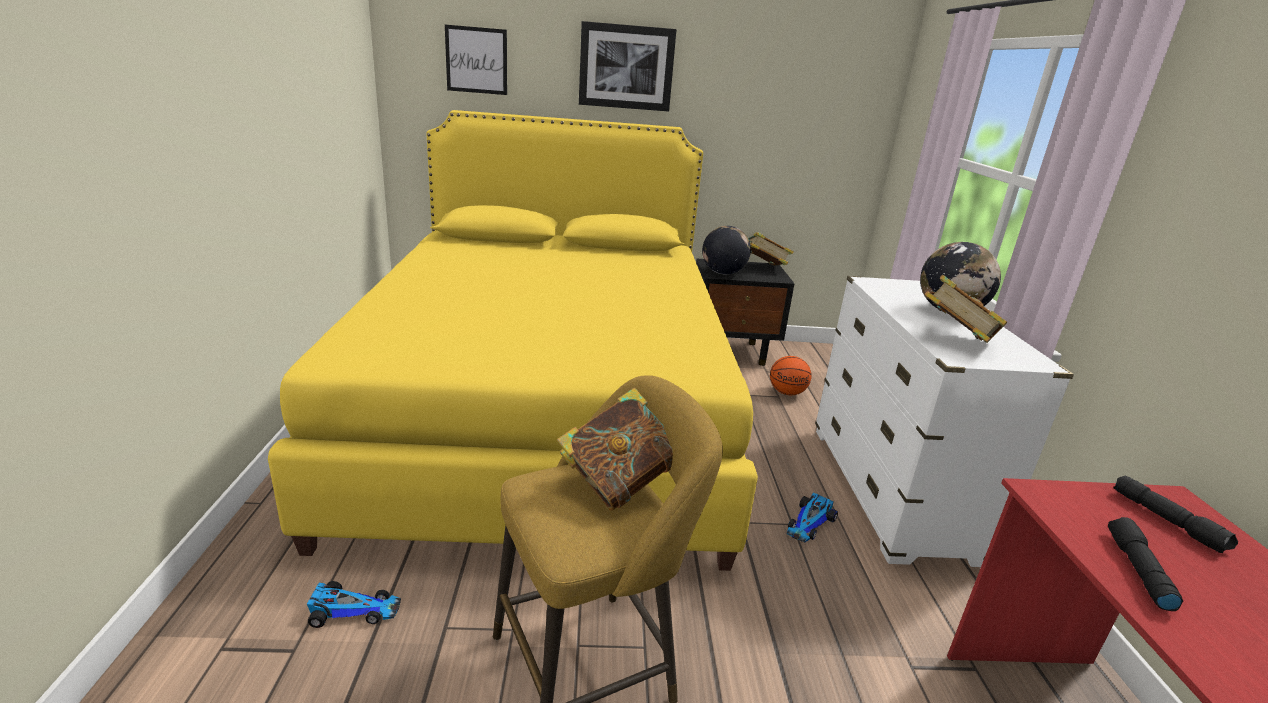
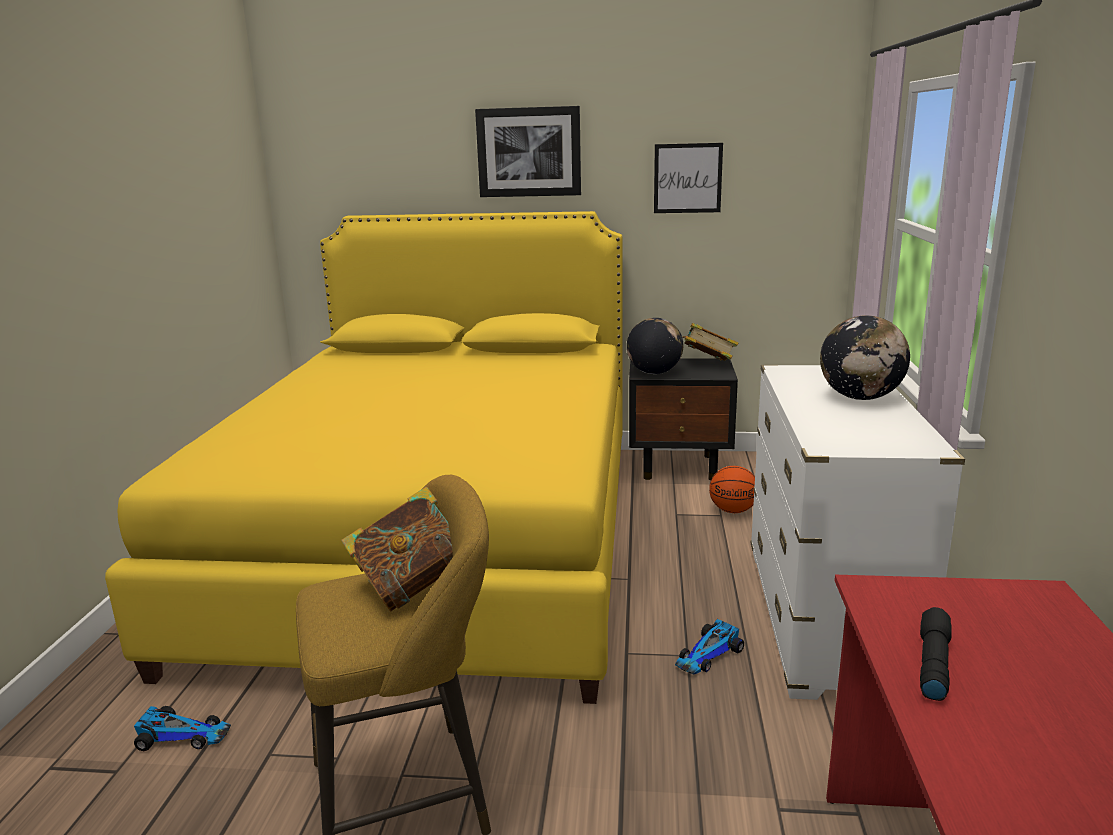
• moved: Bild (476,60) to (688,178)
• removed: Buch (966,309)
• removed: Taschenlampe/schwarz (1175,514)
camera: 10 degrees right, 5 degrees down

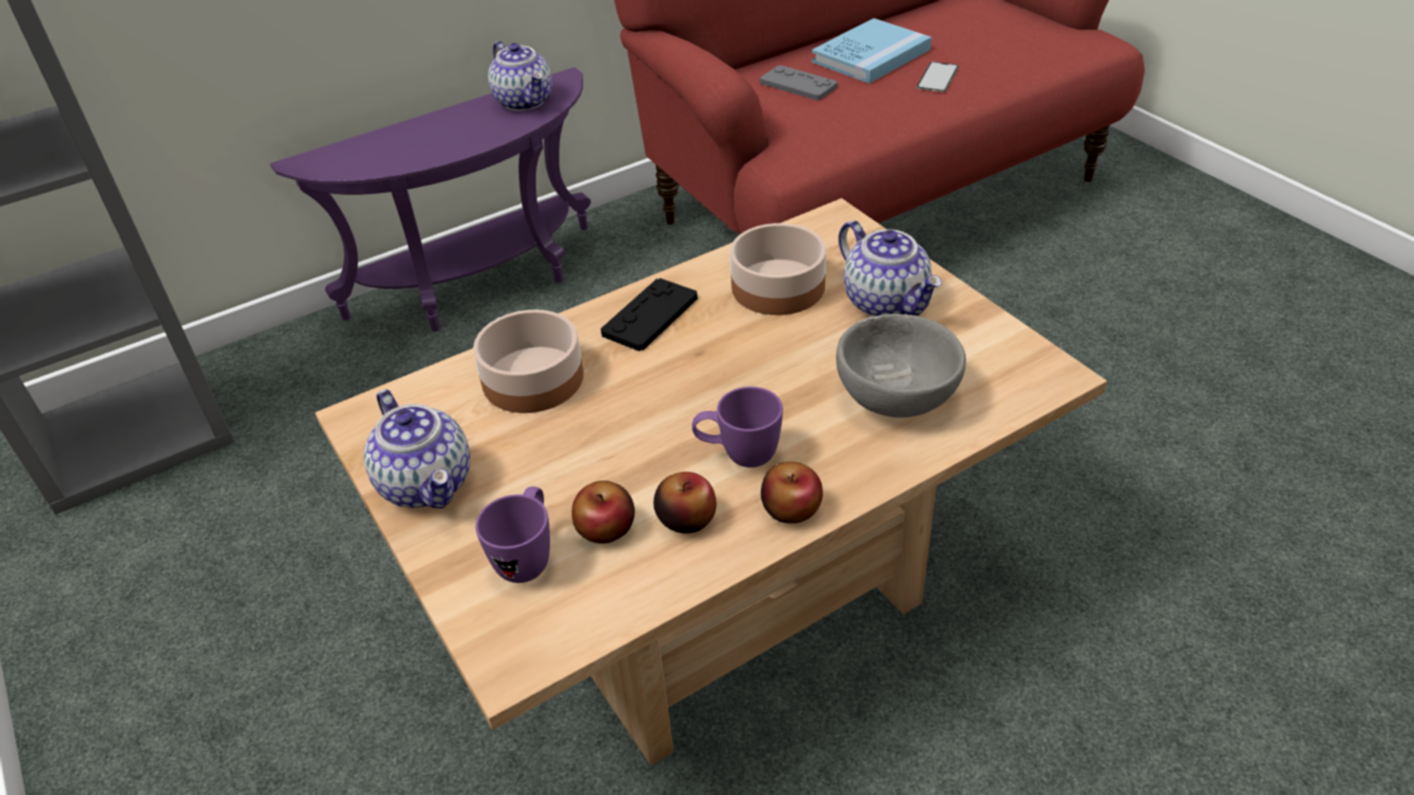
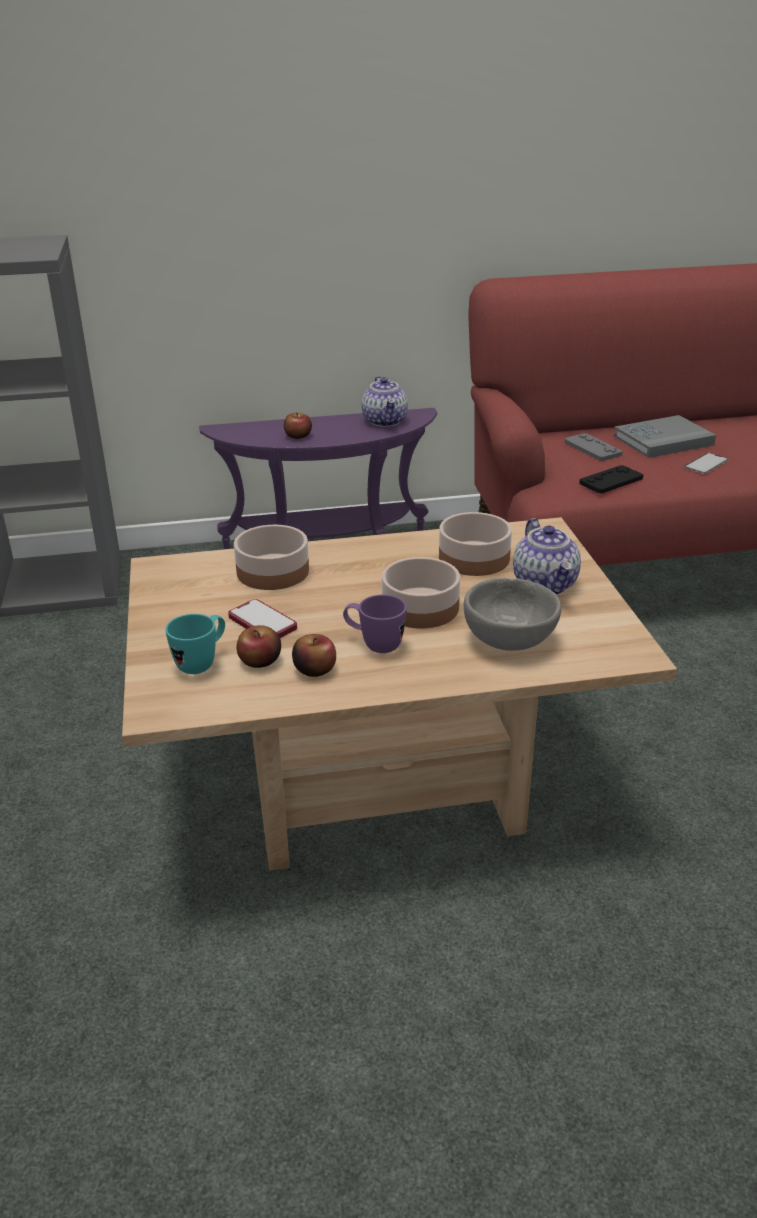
• recoloured: Buch/blau (872,51) to Buch/grau (665,436)
• moved: Gamepad/schwarz (649,314) to (611,479)
• removed: Teekanne (417,449)
• moved: Apfel (792,492) to (298,426)
• recoloured: Henkelbecher/lila (512,535) to Henkelbecher/türkis (195,644)
• added: Schüssel (421,592)
• added: Handy (262,618)
camera: 20 degrees right, 10 degrees down

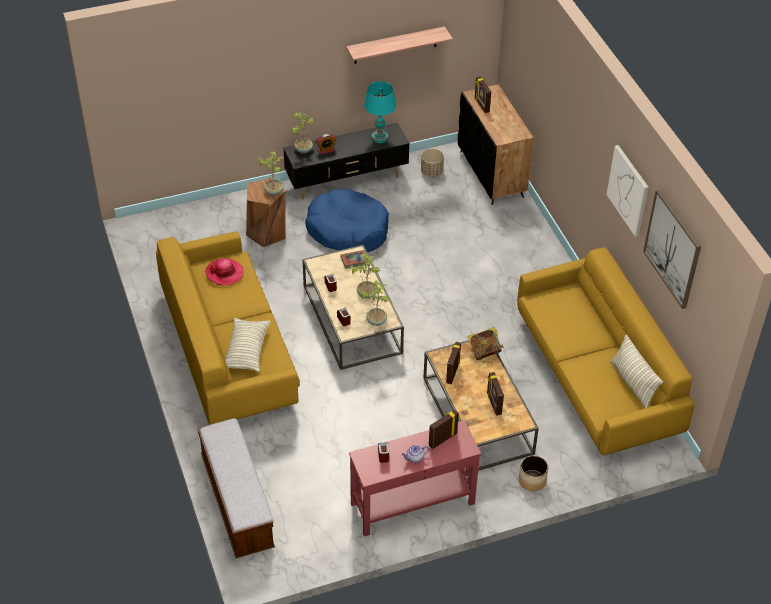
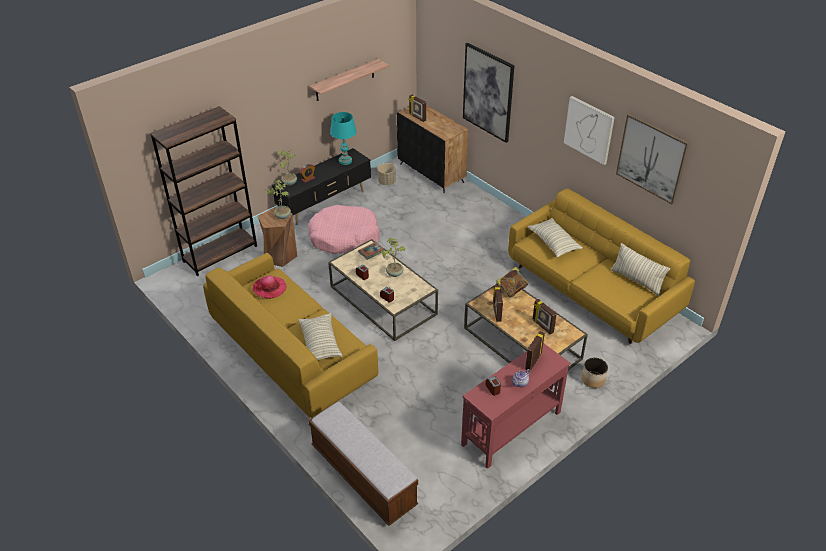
• recoloured: Hundebett/blau (347,220) to Hundebett/rosa (344,229)
• removed: Topfpflanze (374,303)
• added: Bild (488,93)
• added: Bücherregal/braun (203,191)
• added: Kissen (555,238)
camera: 20 degrees left, 5 degrees down

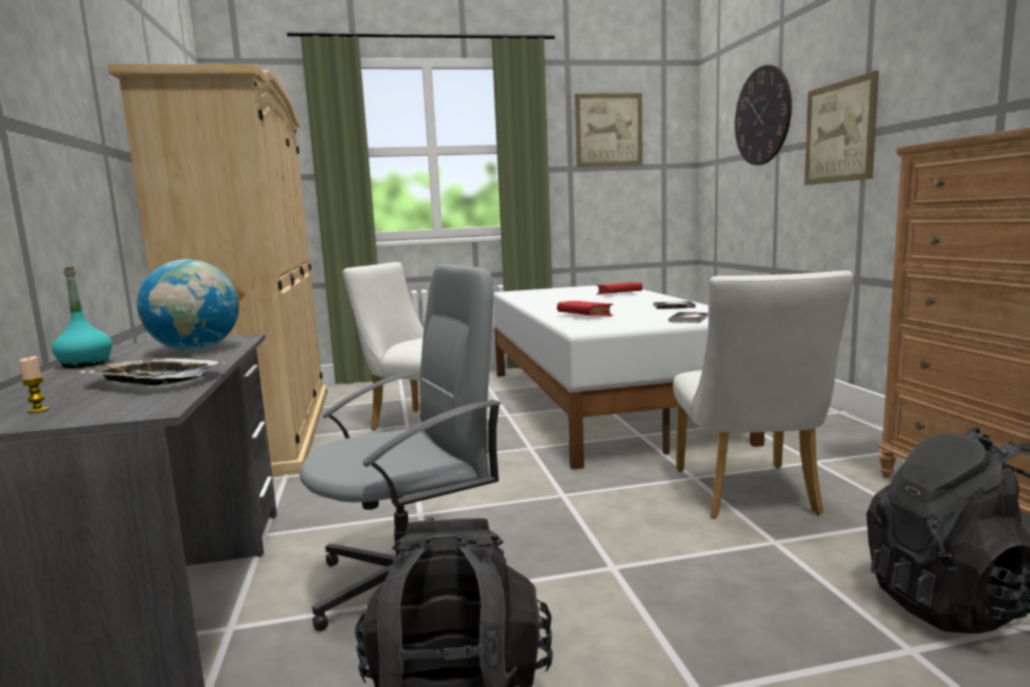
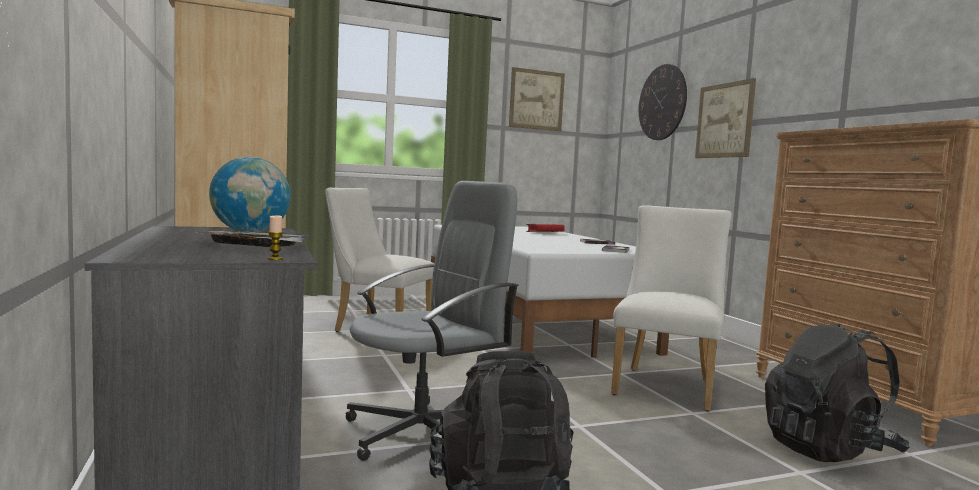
• removed: Flasche/türkis (82,317)
• turned: Stuhl/weiß (763,394) = (671,308) 150 degrees counterclockwise
• removed: Buch/rot (585,308)
• moved: Kerze (35,384) to (275,237)
camera: 10 degrees left, 5 degrees down

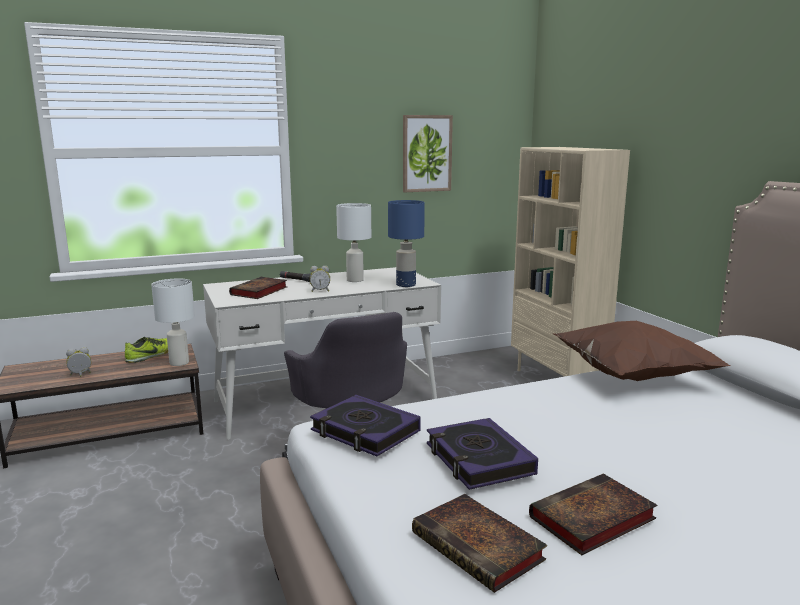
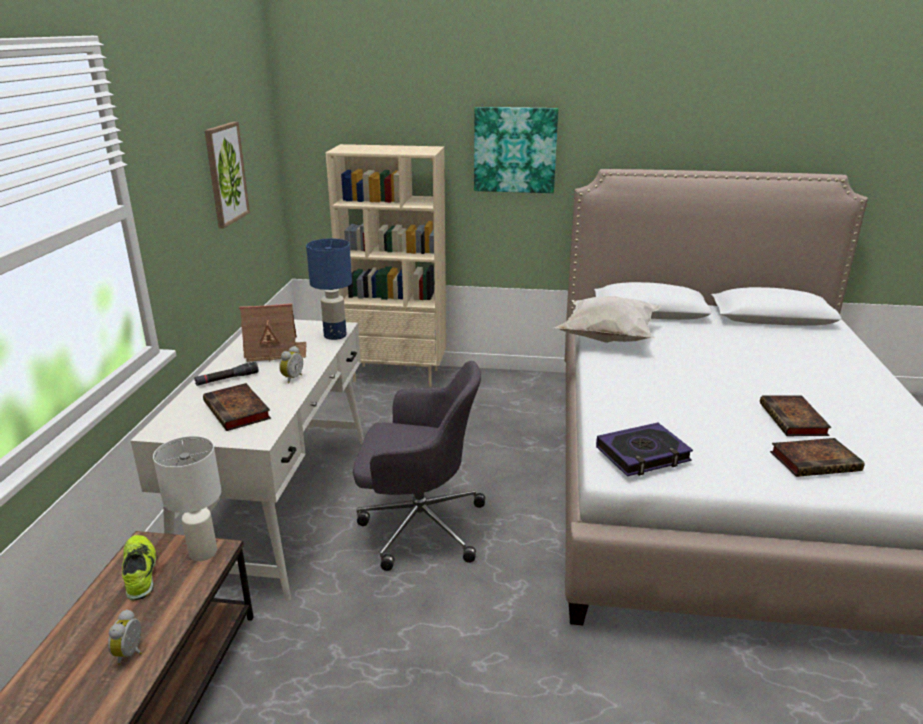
• replaced: Tischlampe/weiß (353,242) to Spielzeughaus (272,332)
• recoloured: Kissen/braun (642,351) to Kissen/weiß (607,319)
• removed: Buch (482,454)
• added: Bild (516,150)
camera: 60 degrees left, 10 degrees up

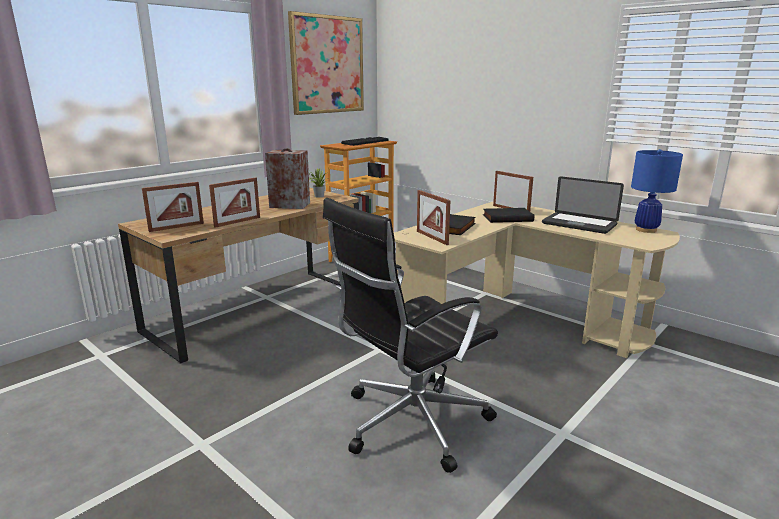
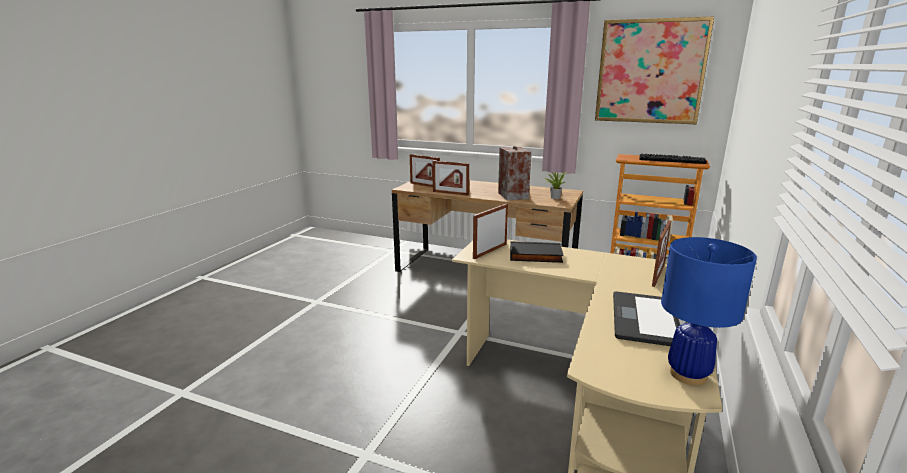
• removed: Bürostuhl/schwarz (410,335)
• removed: Buch/schwarz (508,215)
camera: 70 degrees right, 0 degrees up

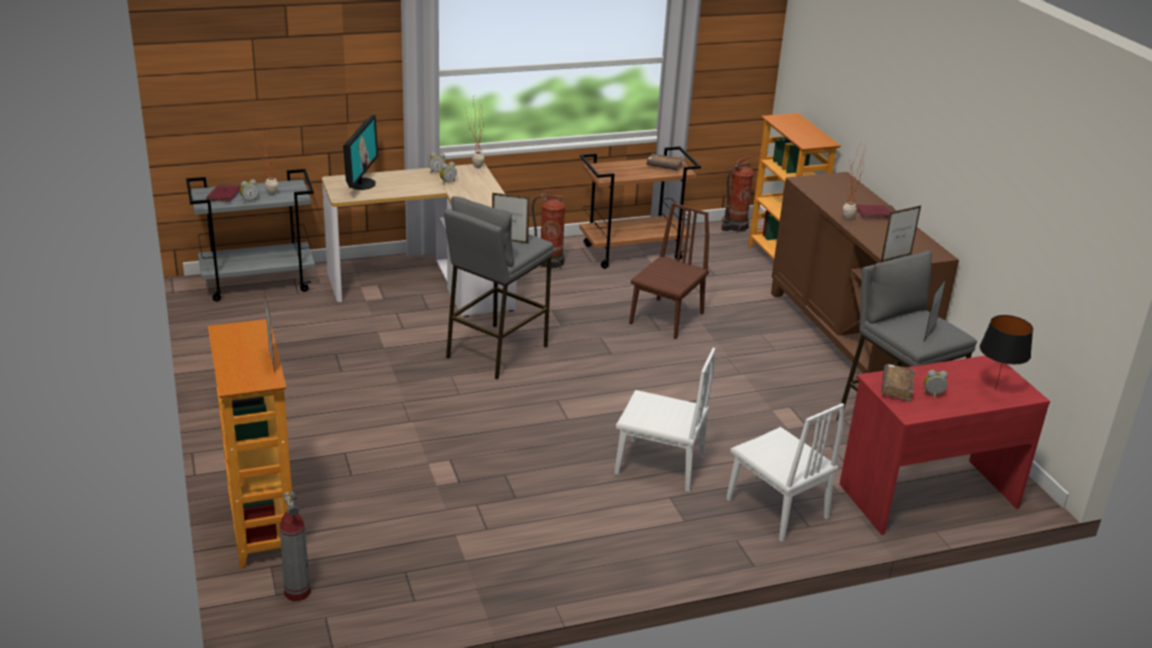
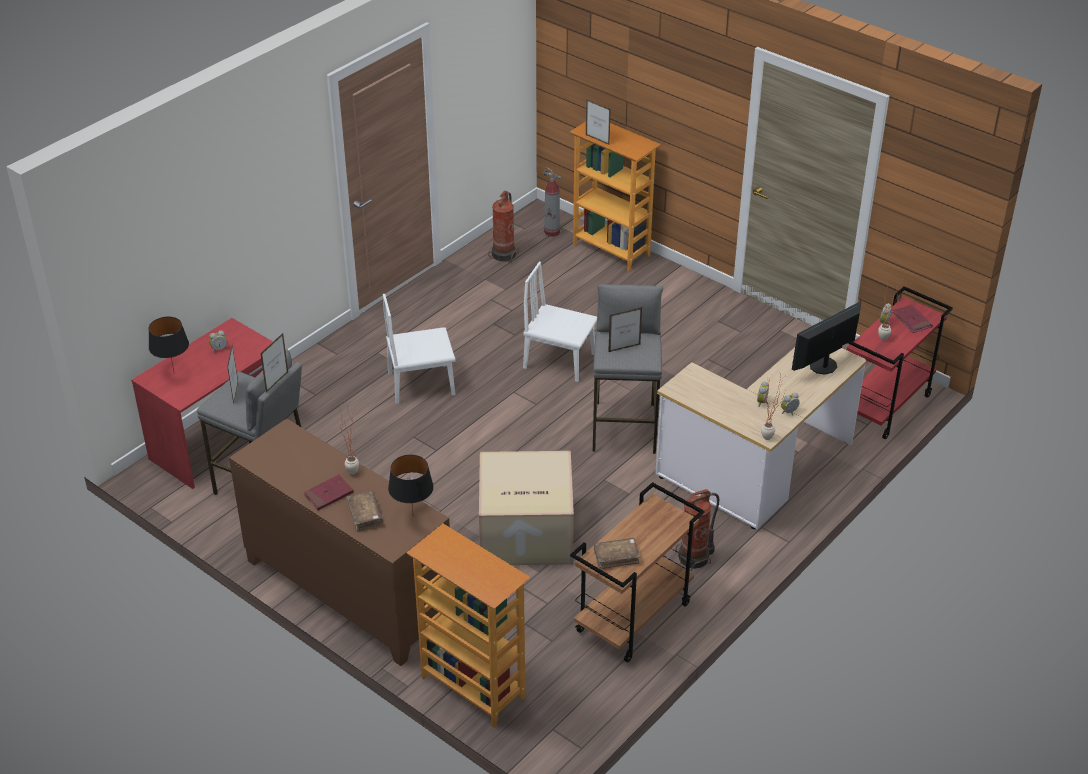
• turned: Monitor (360,152) = (826,338) 75 degrees clockwise
• moved: Feuerlöscher (737,194) to (504,227)
• recoloured: Rollwagen/grau (250,235) to Rollwagen/rot (900,363)
• replaced: Stuhl/braun (669,271) to Karton (526,508)
• moved: Buch/braun (898,383) to (365,511)
• moved: Stuhl/weiß (785,472) to (560,322)
• added: Tischlampe/schwarz (411,484)
camera: 150 degrees right, 10 degrees up

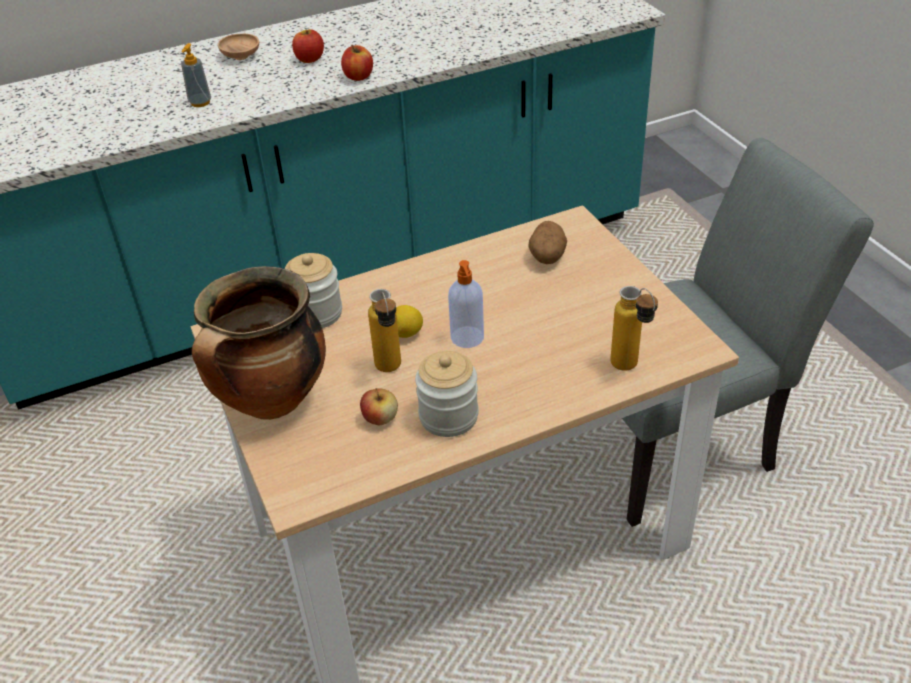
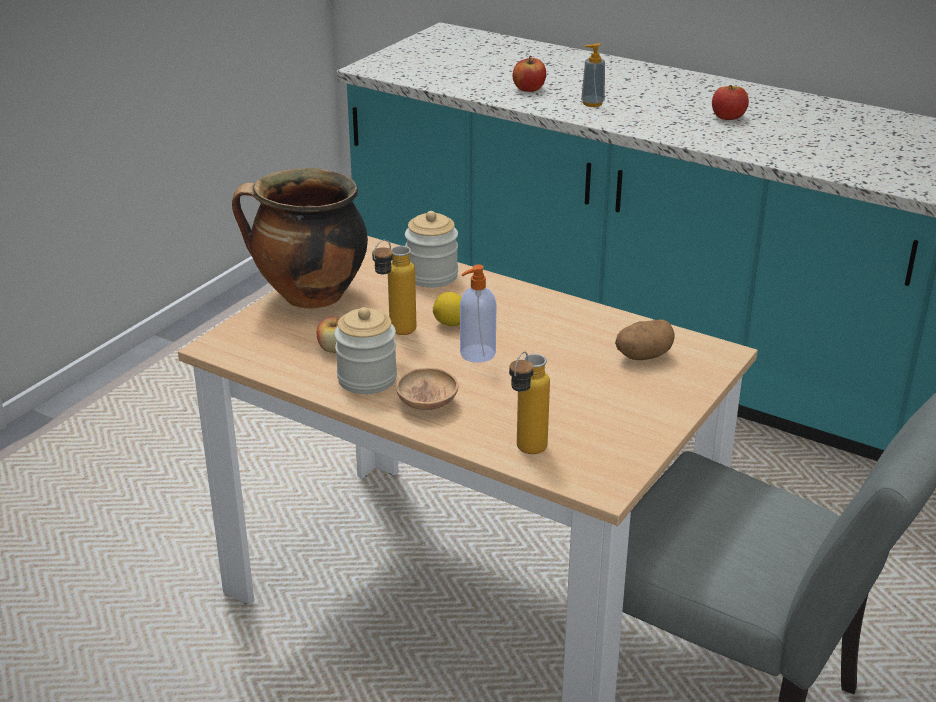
• moved: Schüssel/braun (238,47) to (427,389)
• moved: Apfel (357,63) to (529,74)
camera: 55 degrees right, 10 degrees down

